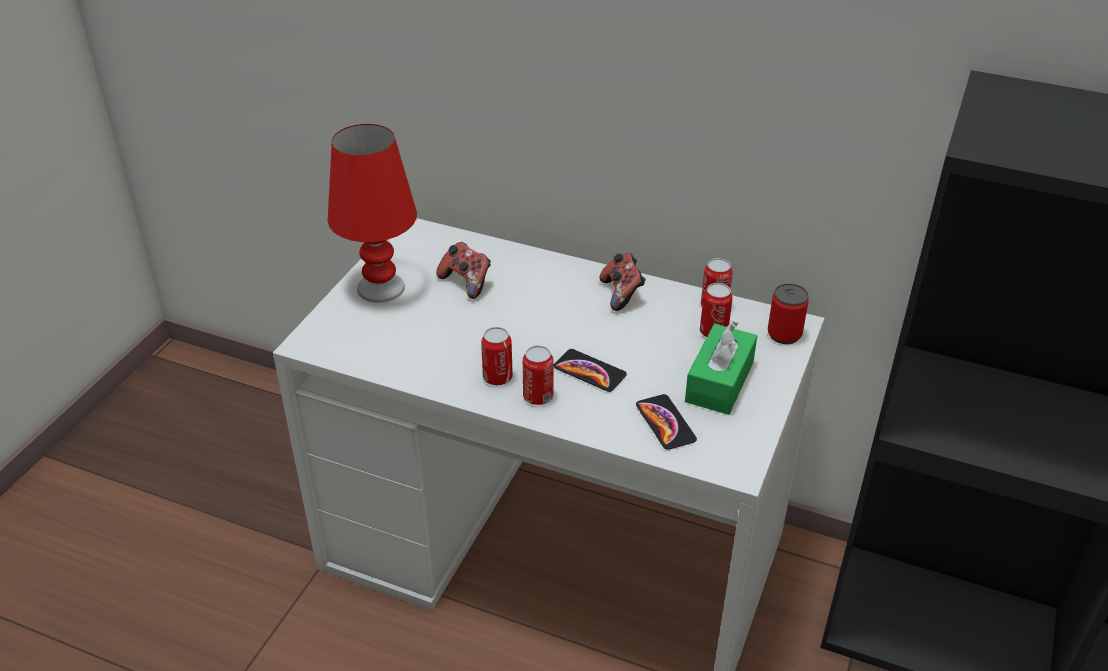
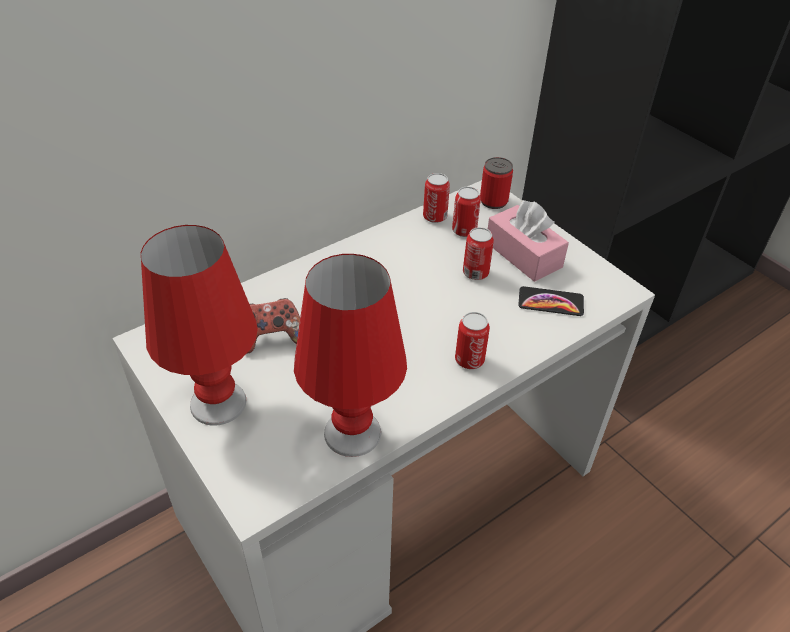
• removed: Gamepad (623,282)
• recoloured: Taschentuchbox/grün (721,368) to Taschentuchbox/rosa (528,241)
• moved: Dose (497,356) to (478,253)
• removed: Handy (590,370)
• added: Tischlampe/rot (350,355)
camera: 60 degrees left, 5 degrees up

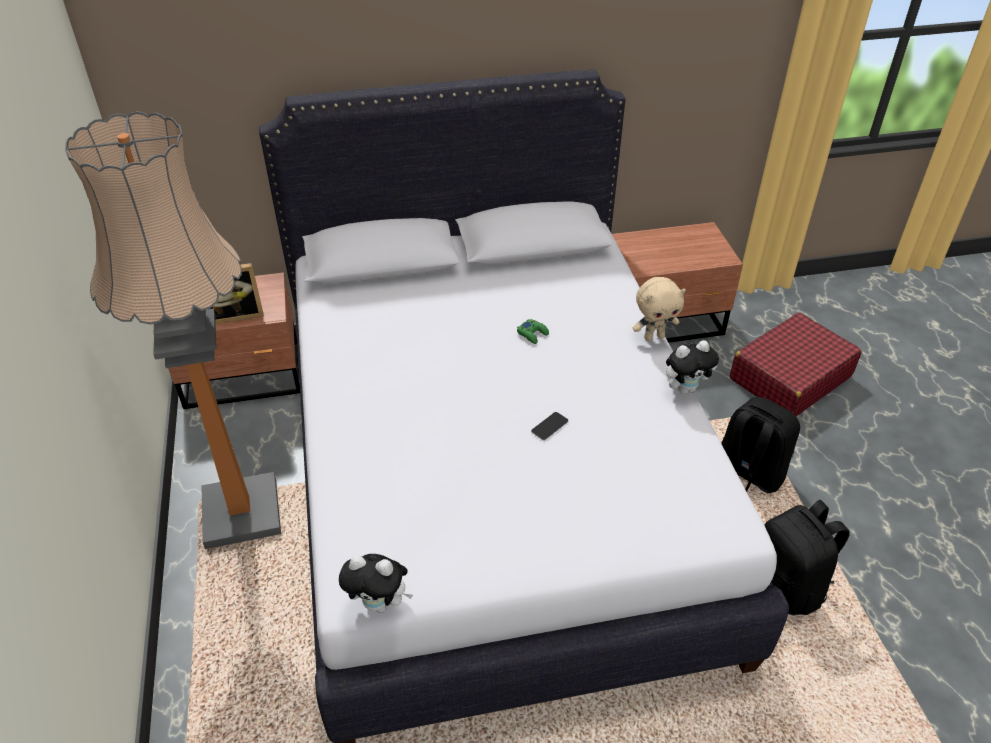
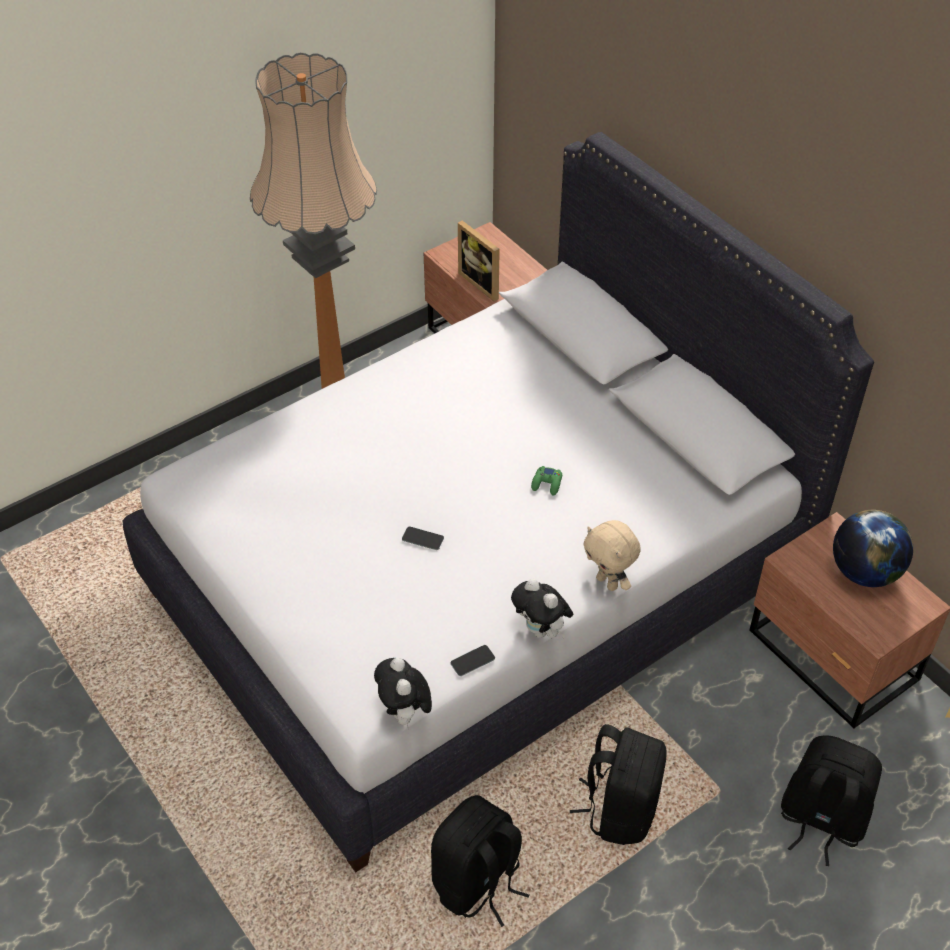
• replaced: Koffer/rot (796,364) to Rucksack/schwarz (831,800)
• moved: Plüschtier (376,583) to (403,693)
• added: Globus (873,548)
• added: Handy (472,660)
camera: 65 degrees right, 5 degrees up

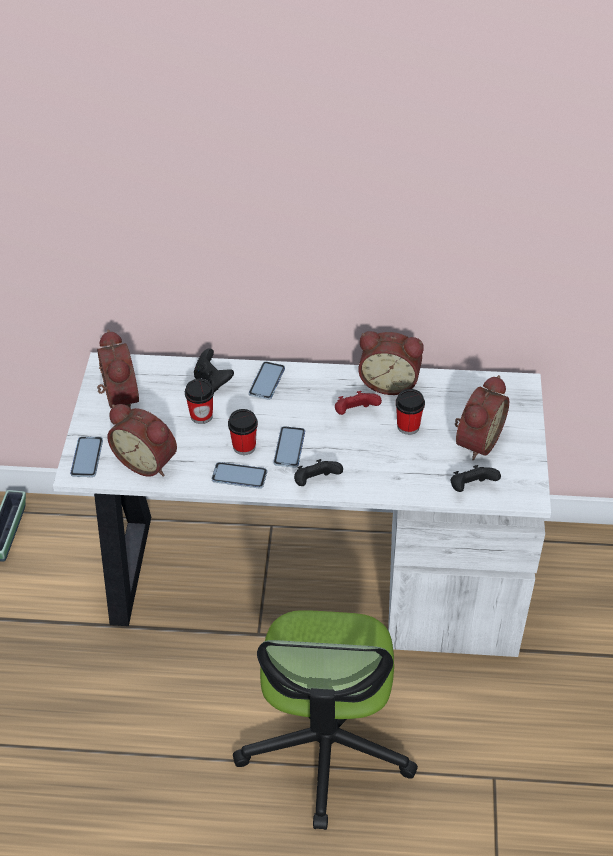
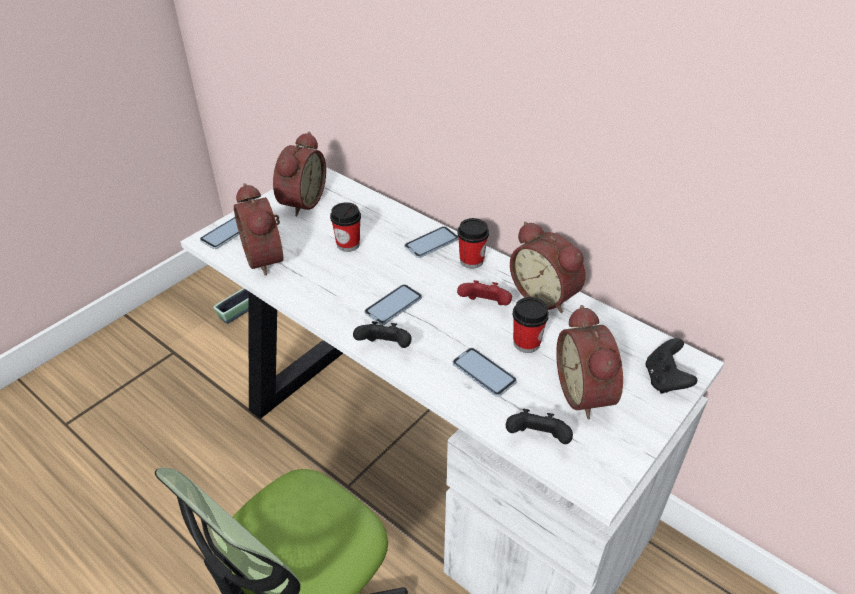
• moved: Gamepad/schwarz (214,370) to (671,366)
• turned: Wecker (482,417) = (589,362) 105 degrees clockwise
• moved: Tasse (243,432) to (473,243)
• moved: Handy (239,475) to (485,372)
camera: 35 degrees right, 5 degrees down

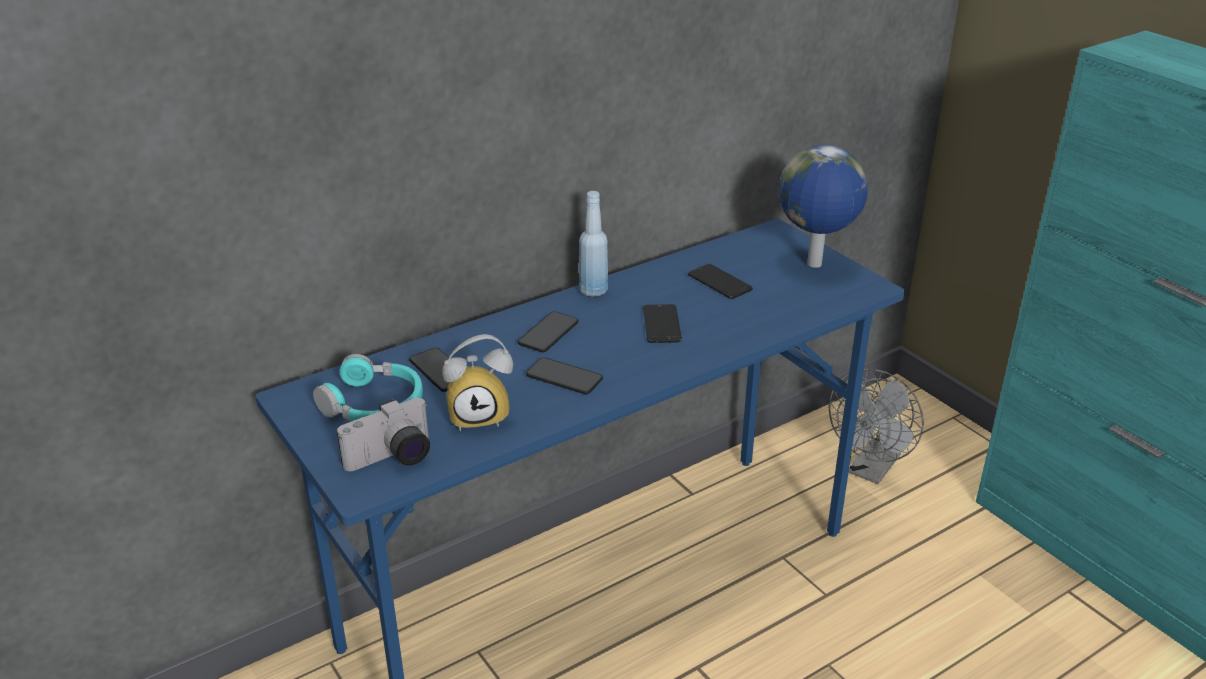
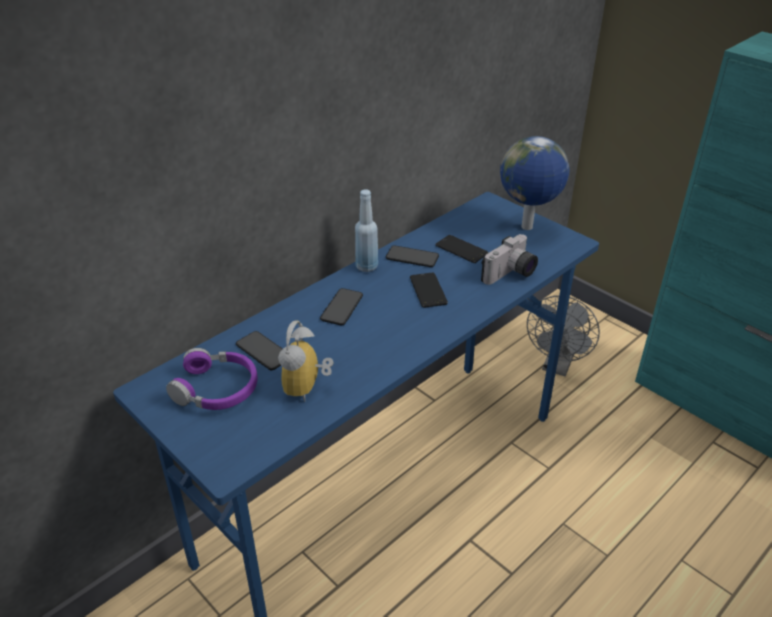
• turned: Wecker (477,382) = (306,361) 120 degrees clockwise
• recoloured: Kopfhörer/türkis (368,387) to Kopfhörer/lila (212,379)
• moved: Handy (564,375) to (412,256)
• moved: Kamera (383,434) to (509,259)
camera: 10 degrees left, 5 degrees up

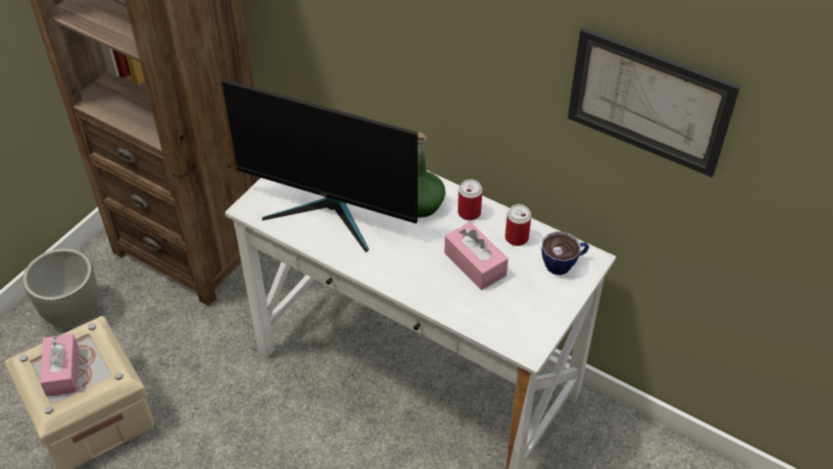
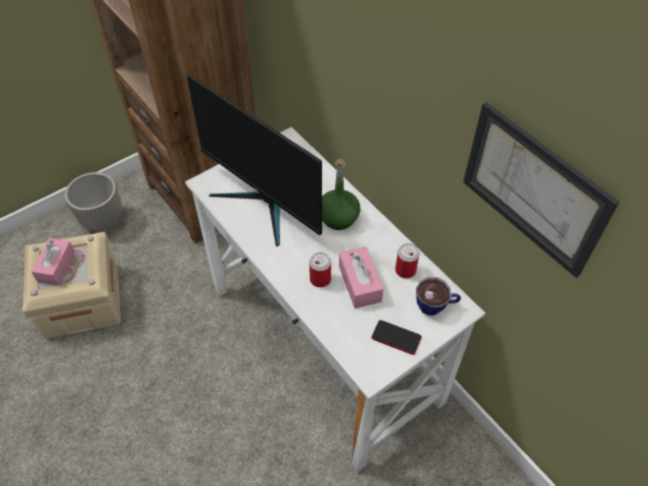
• moved: Dose (470,199) to (320,270)
• added: Handy (397,337)
camera: 20 degrees right, 5 degrees up

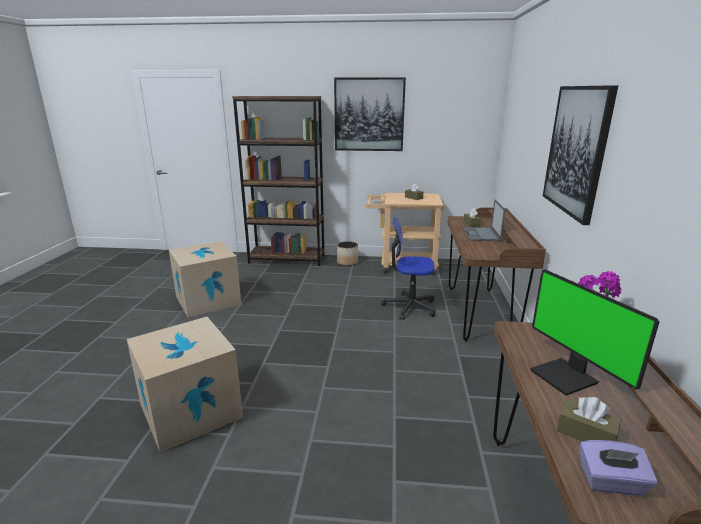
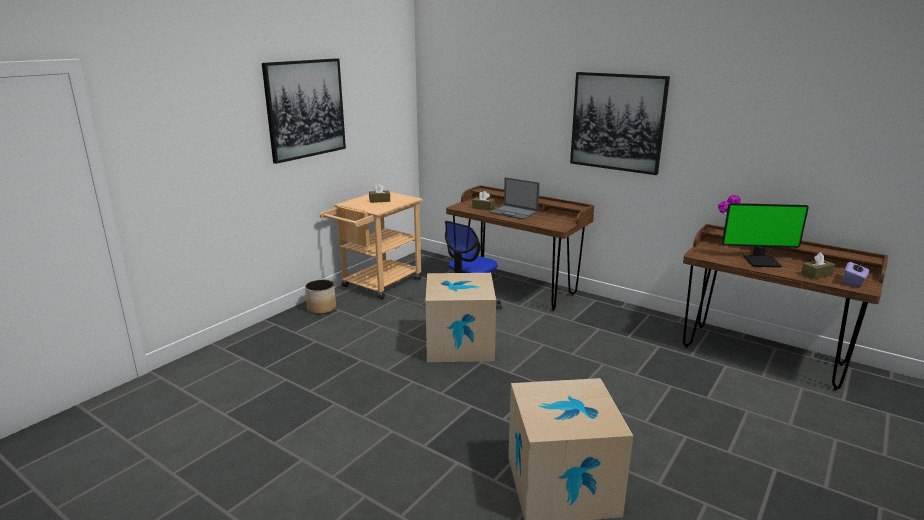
• removed: Bücherregal/braun (278,181)
• moved: Karton (205,279) to (460,317)
camera: 60 degrees left, 0 degrees up

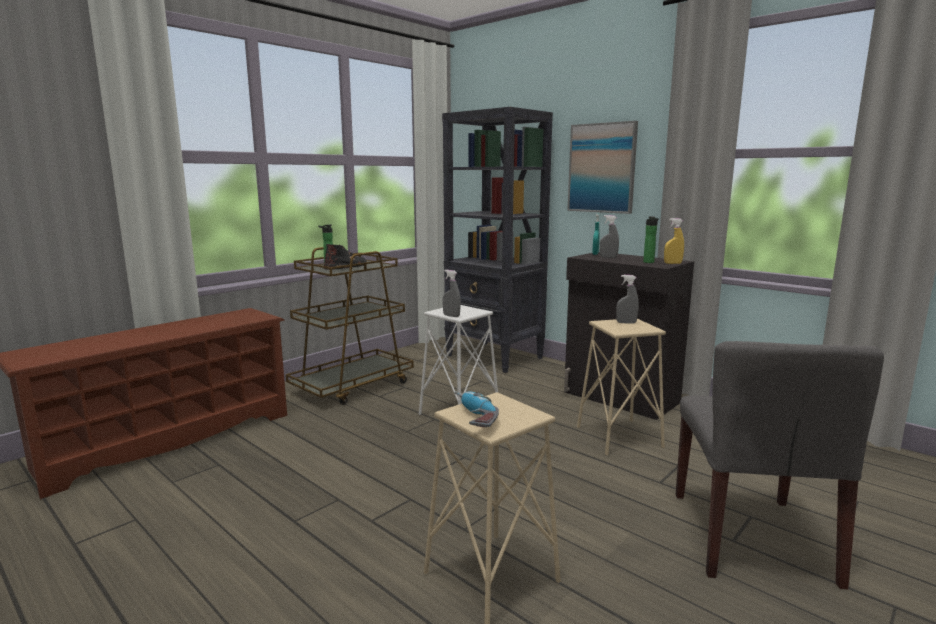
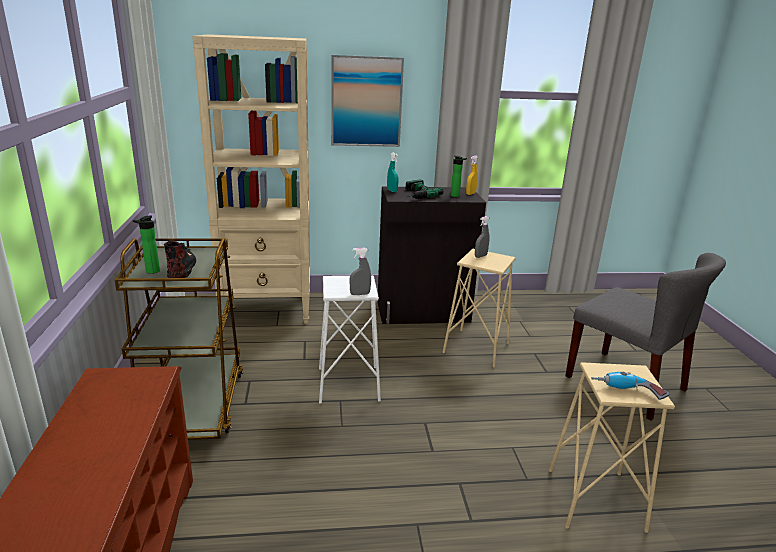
• recoloured: Bücherregal/schwarz (497,240) to Bücherregal/beige (251,179)
• replaced: Sprühflasche/grau (609,236) to Bohrmaschine (424,189)
camera: 50 degrees left, 10 degrees up

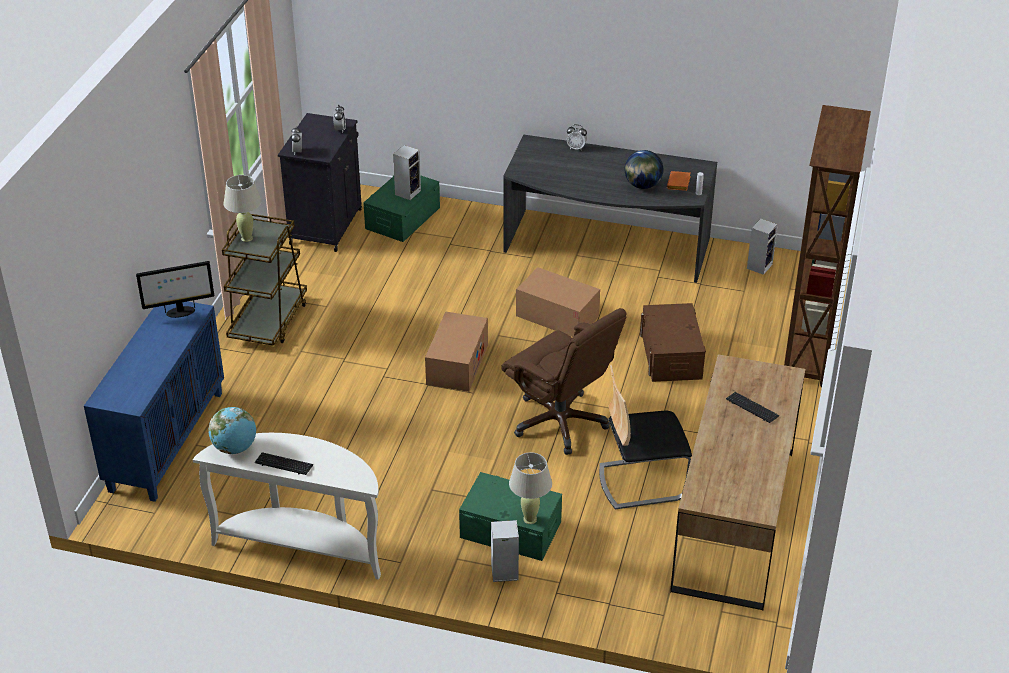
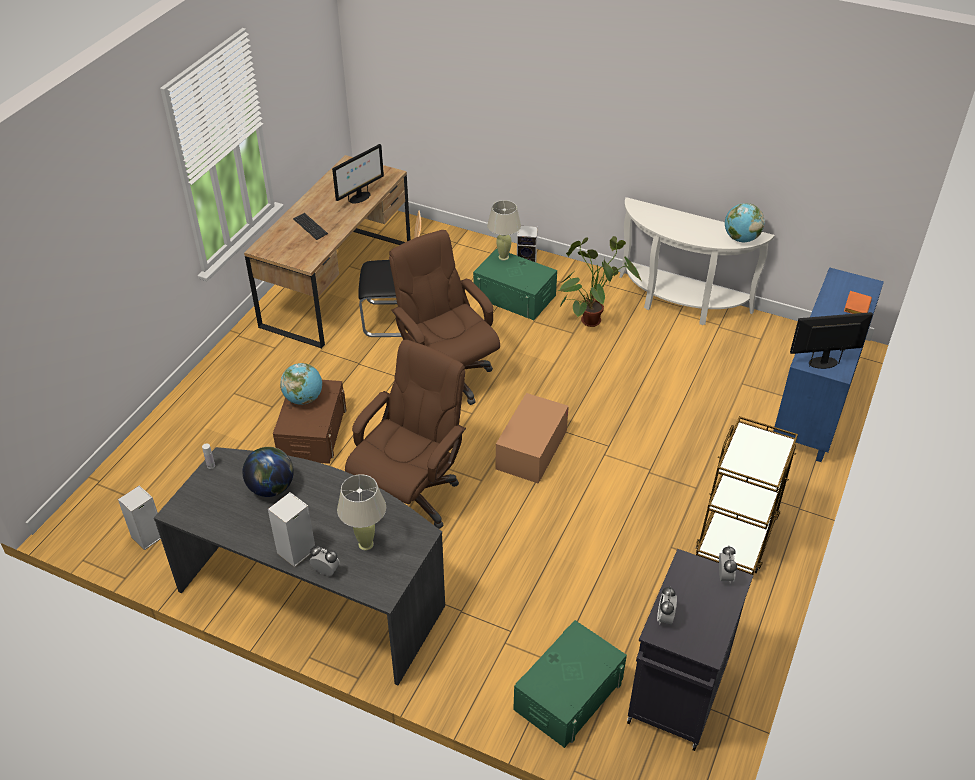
• removed: Bücherregal/braun (827,246)
• moved: Lautsprecher (407,172) to (291,529)
• moved: Buch/orange (679,181) to (858,302)
• moved: Tischlampe/beige (242,208) to (361,512)
• replaced: Karton (558,302) to Bürostuhl/braun (405,434)
• removed: Tastatur (284,463)
• added: Monitor (358,174)
• added: Topfpflanze (600,281)
• added: Globus (301,384)
camera: 170 degrees left, 5 degrees up

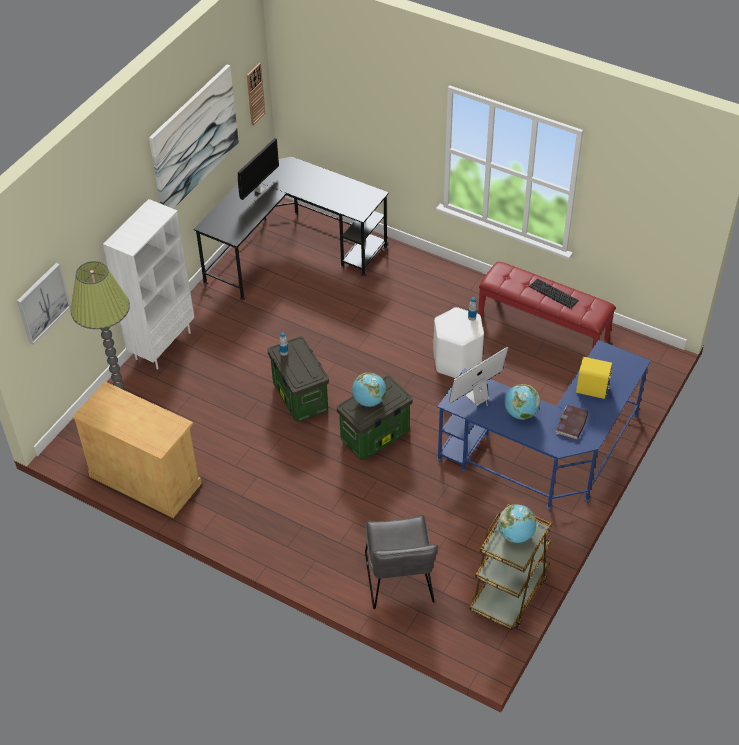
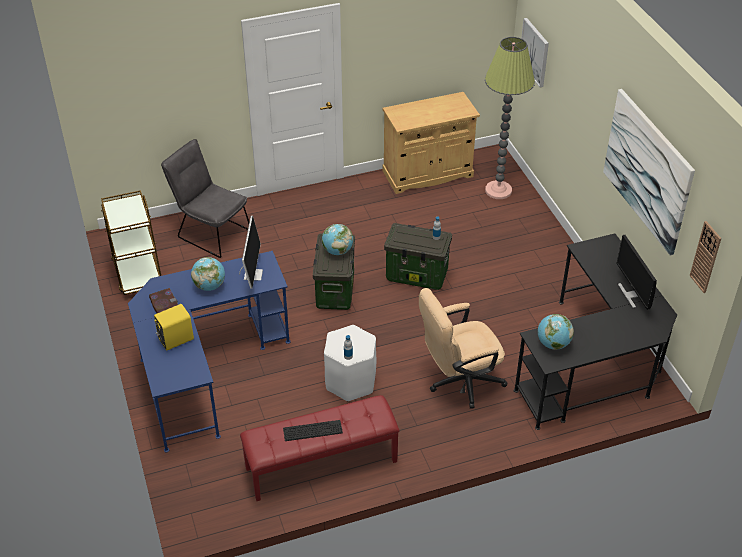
• removed: Bücherregal/weiß (149,284)
• moved: Globus (517,523) to (556,332)
• added: Bürostuhl/beige (463,348)
camera: 130 degrees right, 5 degrees down

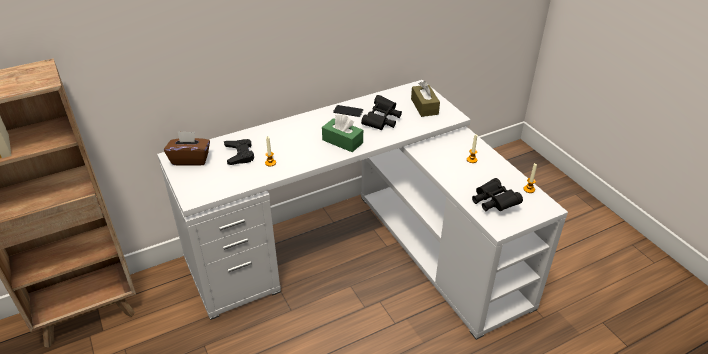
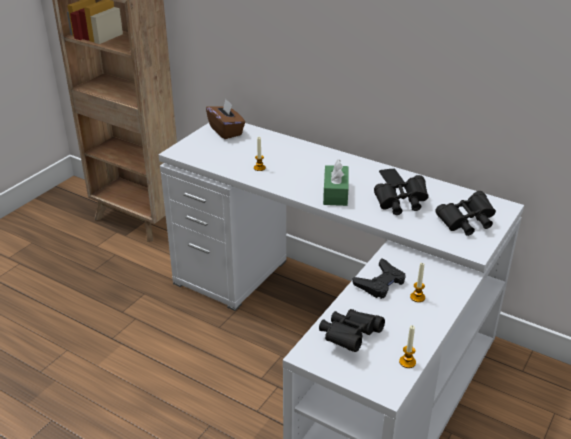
• replaced: Taschentuchbox/braun (425,99) to Fernglas/schwarz (465,213)
• moved: Gamepad/schwarz (239,152) to (379,278)
camera: 60 degrees right, 5 degrees down

